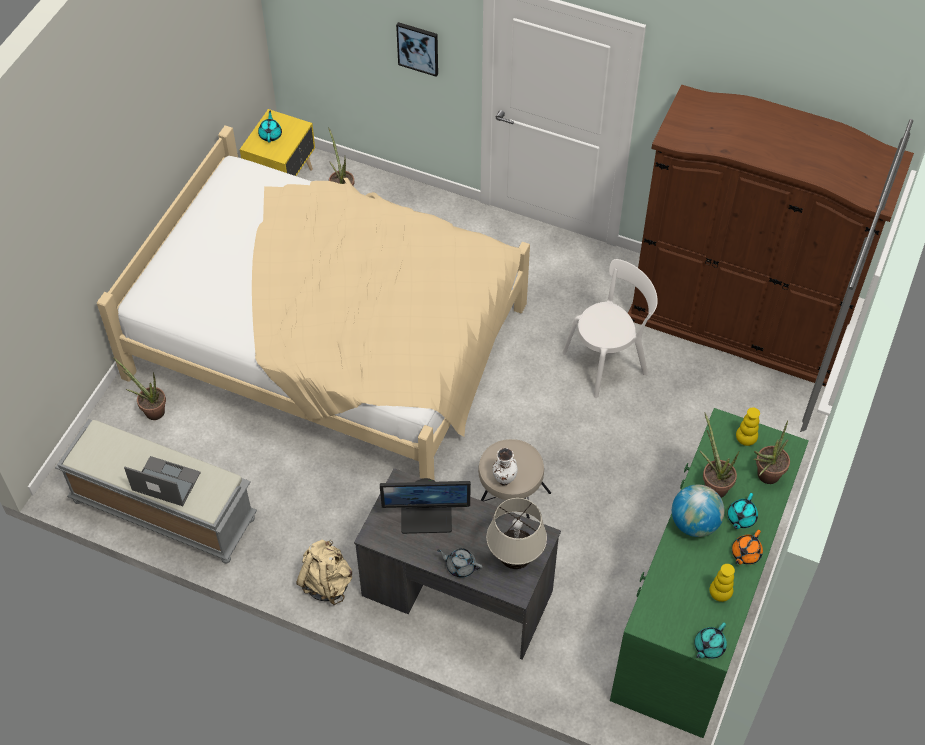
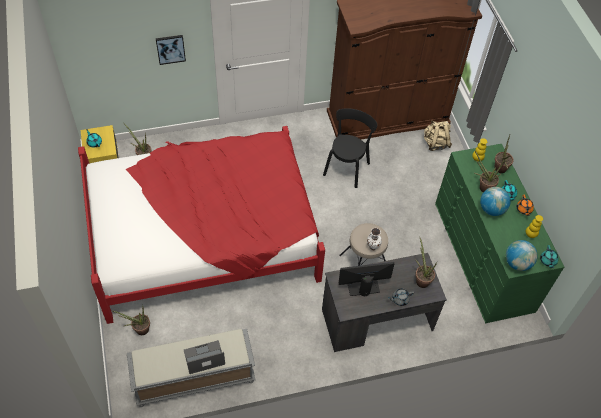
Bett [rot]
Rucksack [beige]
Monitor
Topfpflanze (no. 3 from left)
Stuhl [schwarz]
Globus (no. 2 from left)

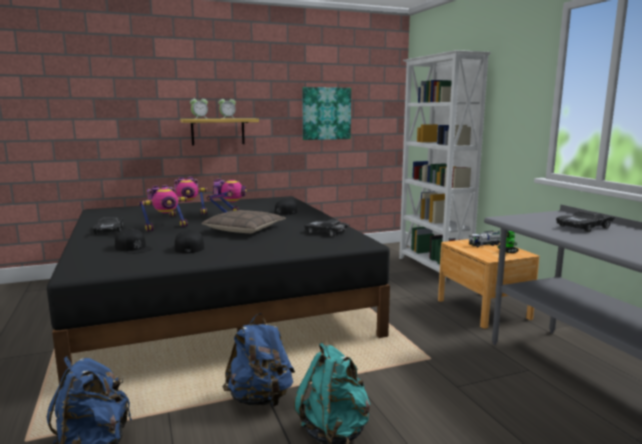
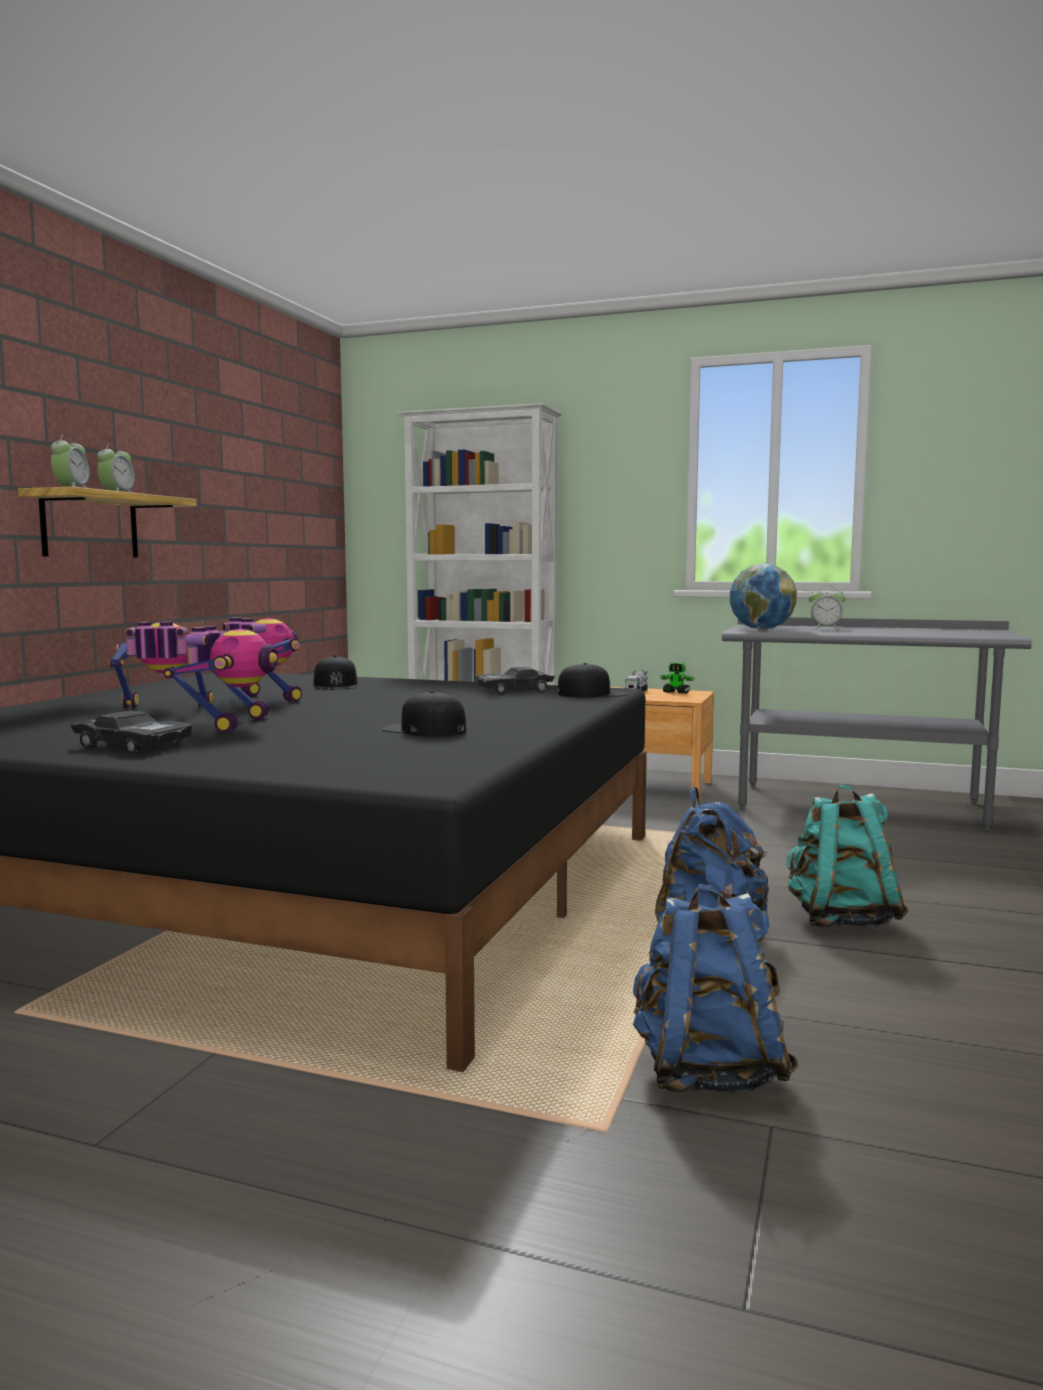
Kappe [schwarz] (no. 3 from left)
Spielzeugroboter (no. 1 from left)
Kissen
Bild
Wecker (no. 3 from left)
Globus

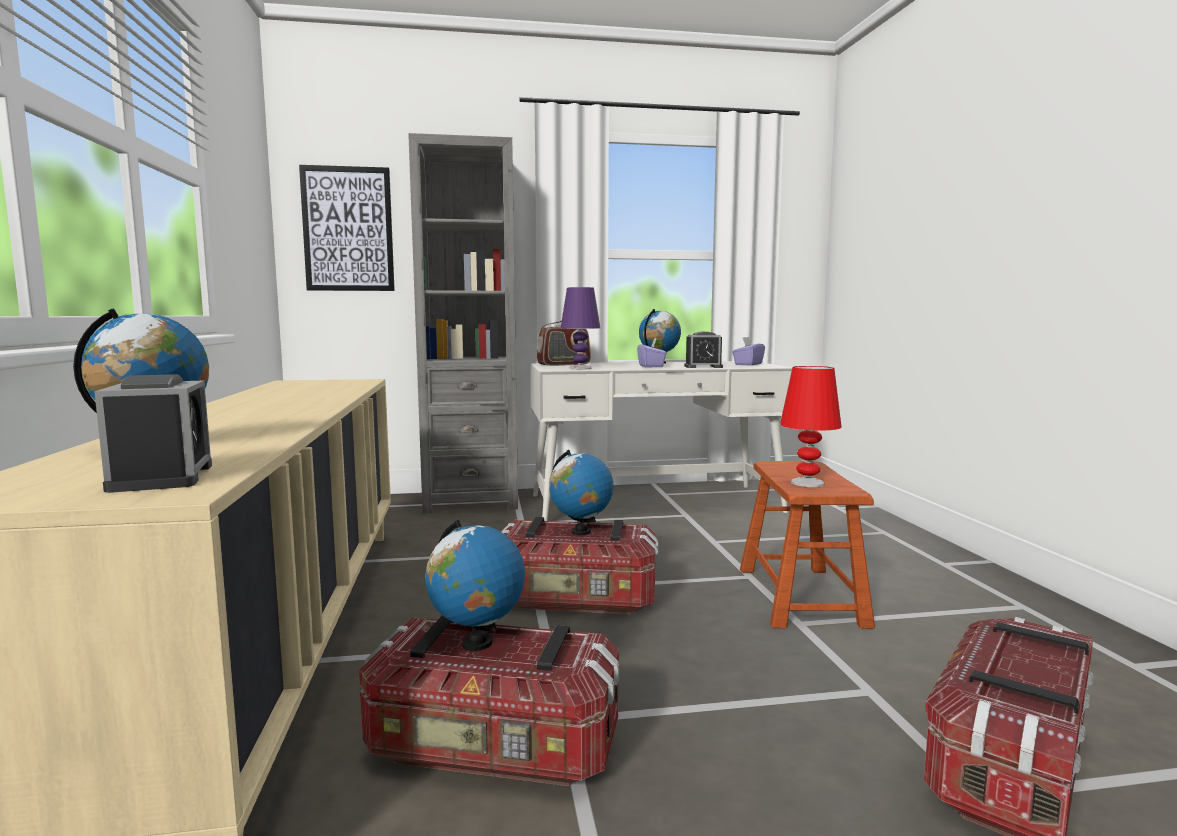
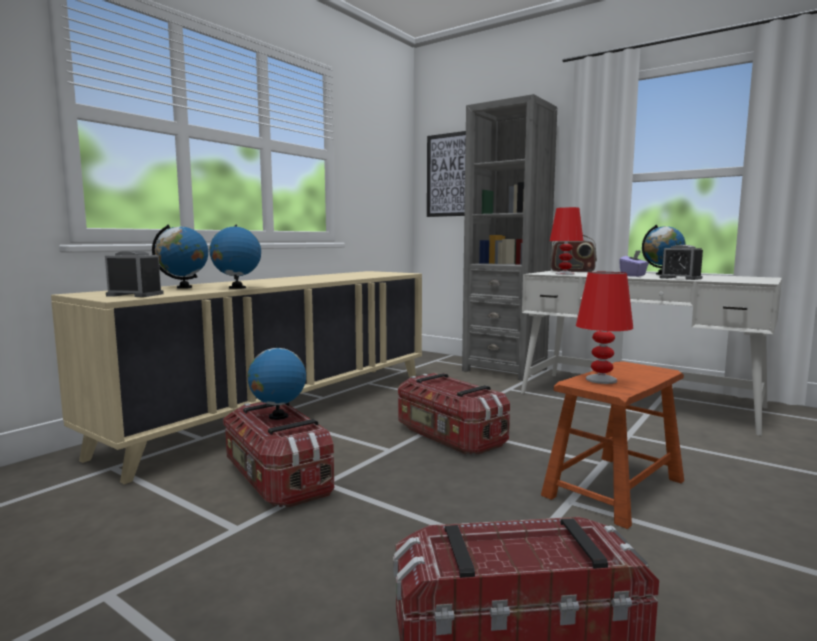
Wecker (no. 1 from left)
Globus (no. 2 from left)
Tischlampe [rot] (no. 1 from left)
Taschentuchbox [lila] (no. 2 from left in the first image)

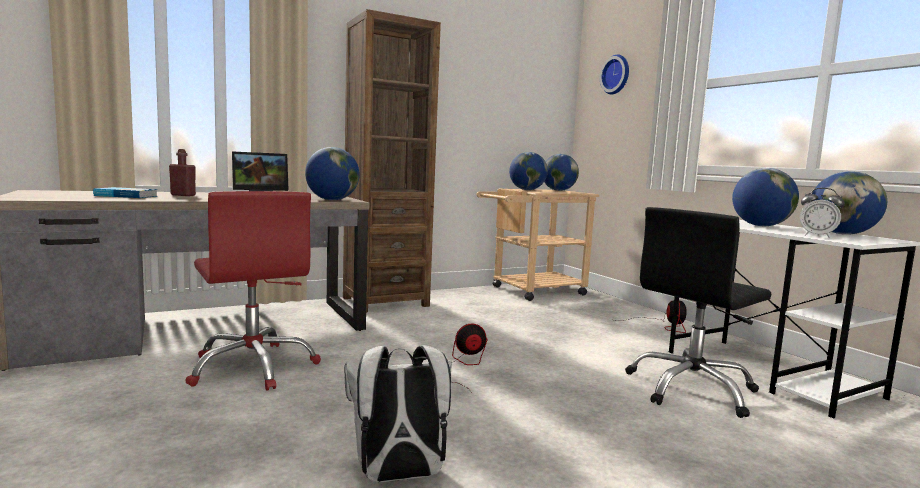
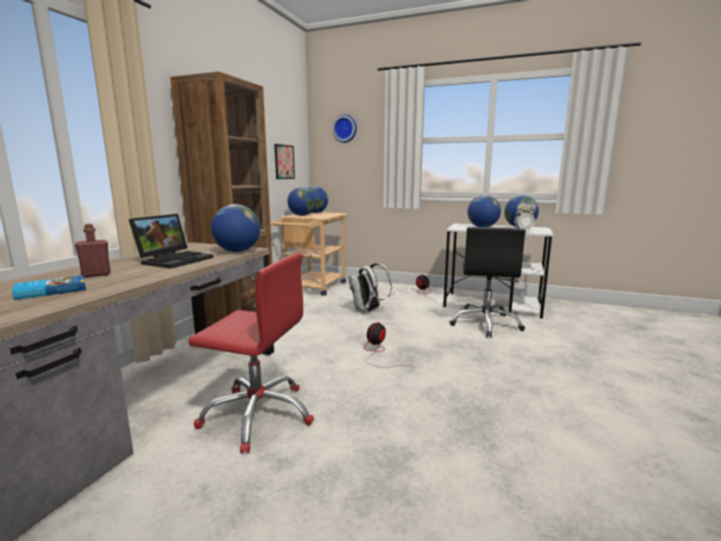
Rucksack [weiß]
Bild

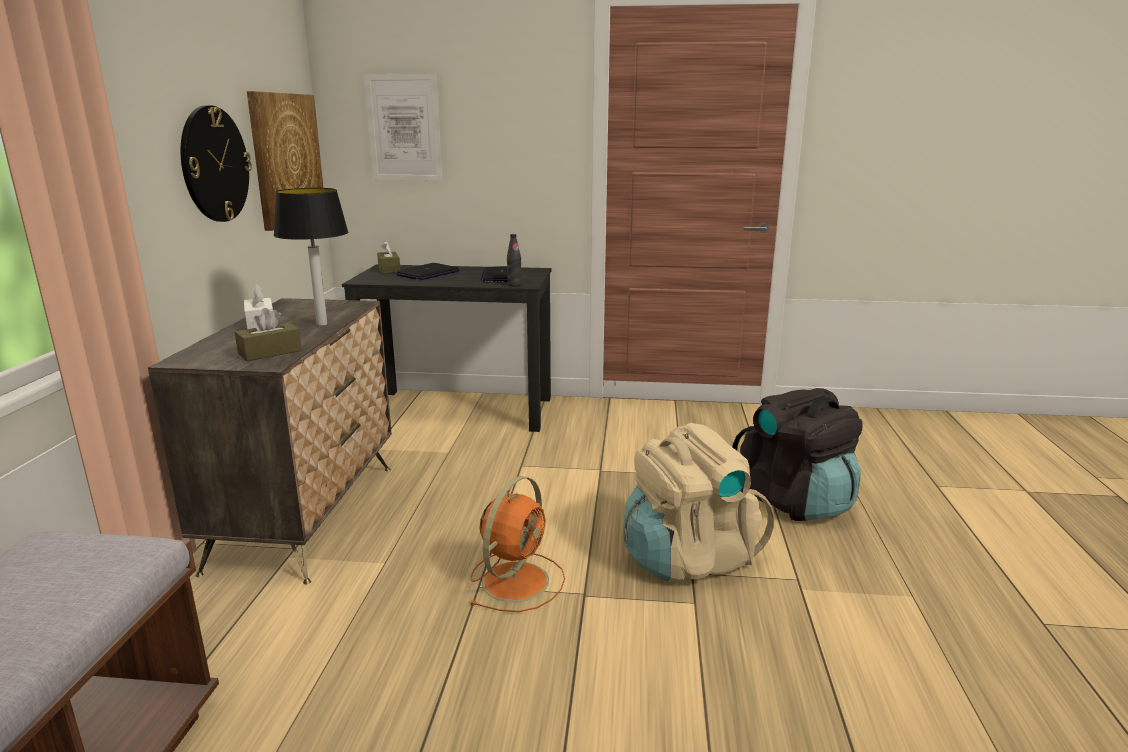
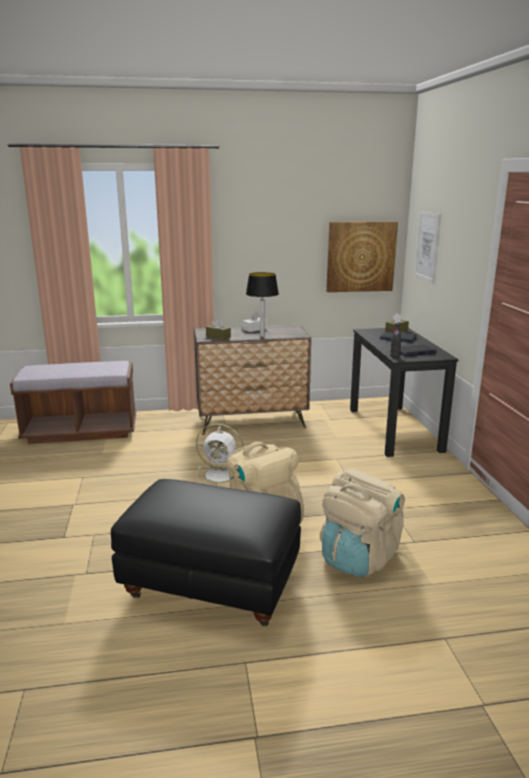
Wanduhr
Ventilator [weiß]
Rucksack [beige] (no. 2 from left)
Polsterhocker [schwarz]

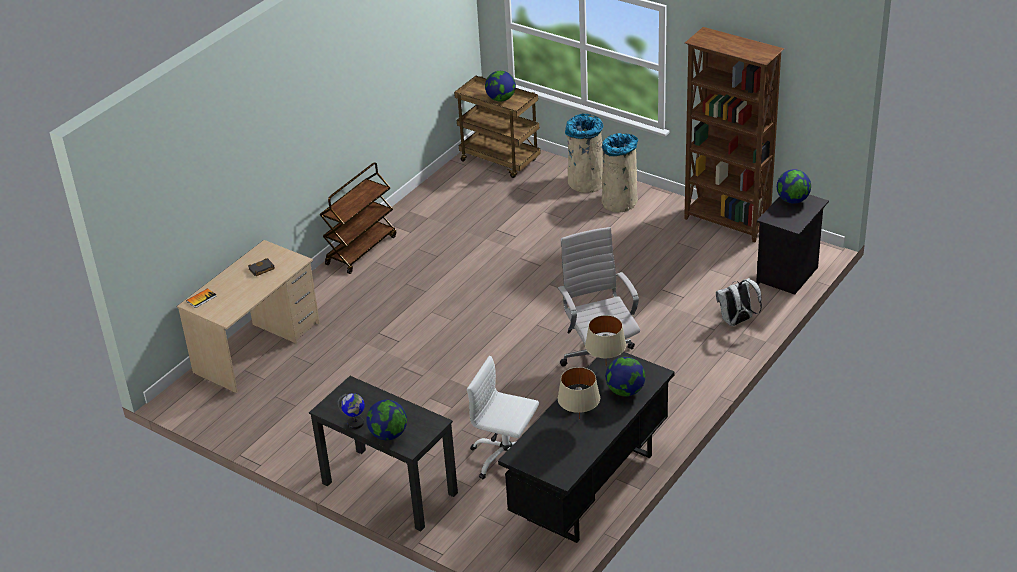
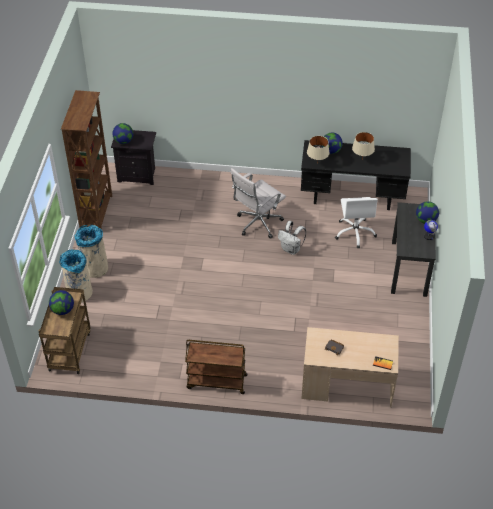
Rucksack [weiß]

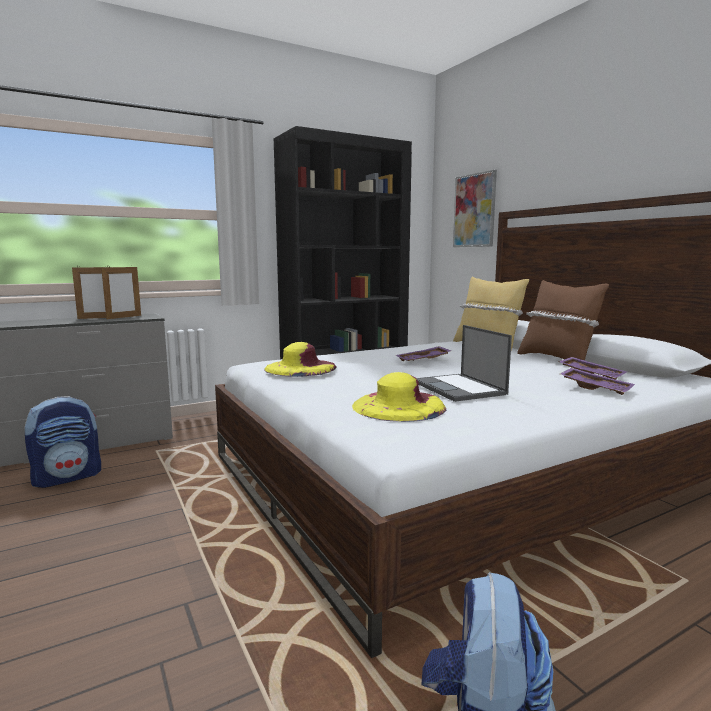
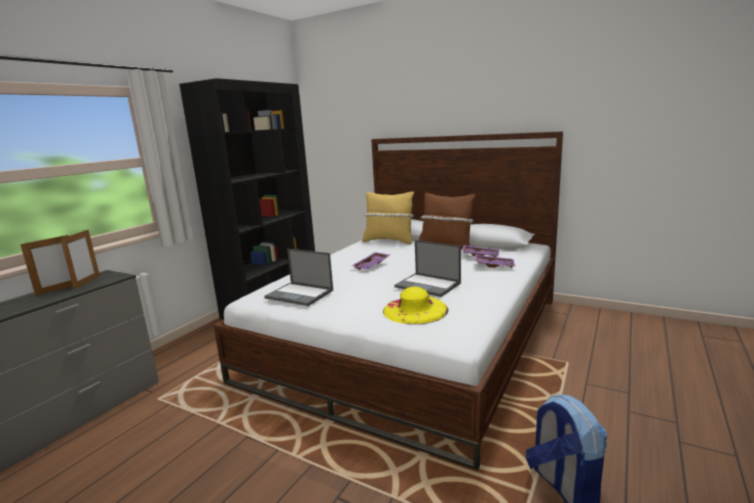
Rucksack (no. 1 from left in the first image)
Laptop (no. 1 from left)
Bild

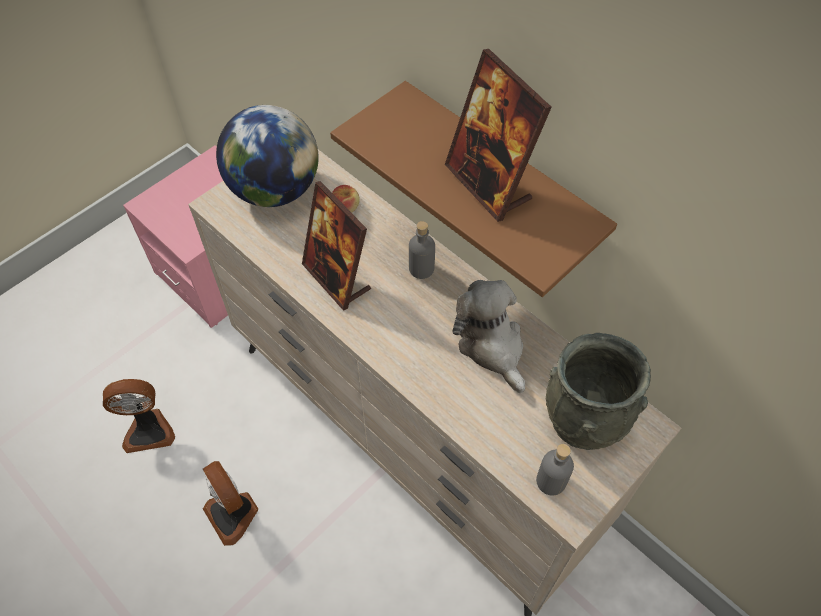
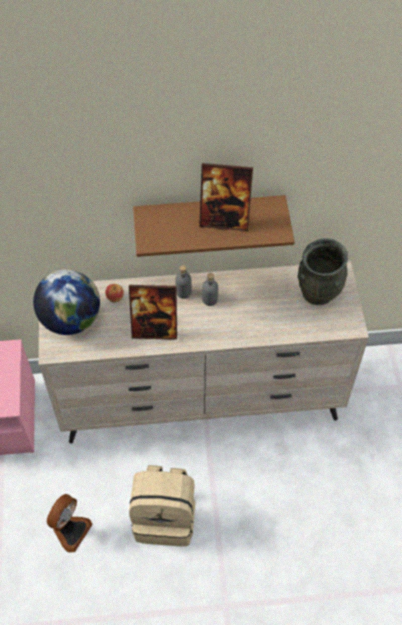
Rucksack [beige]
Plüschtier
Flasche [grau] (no. 2 from left)

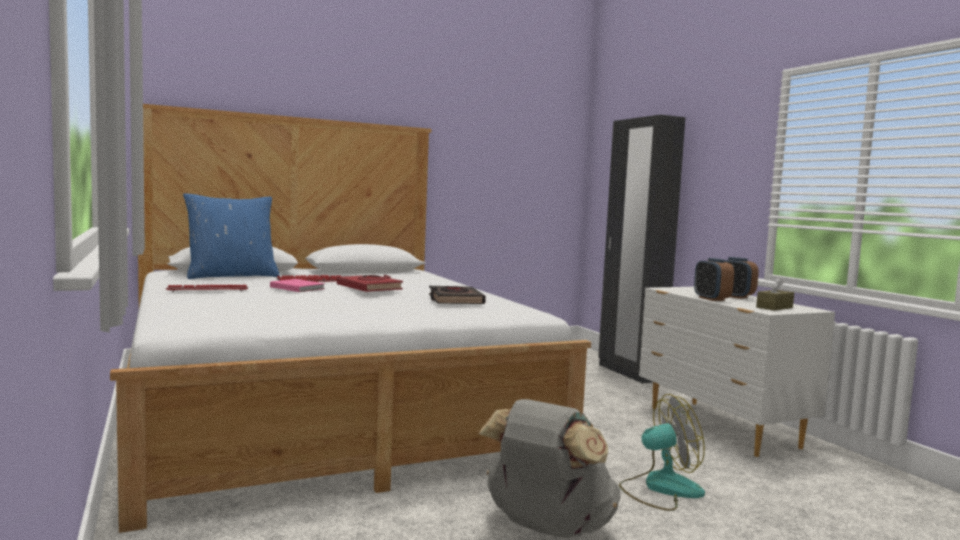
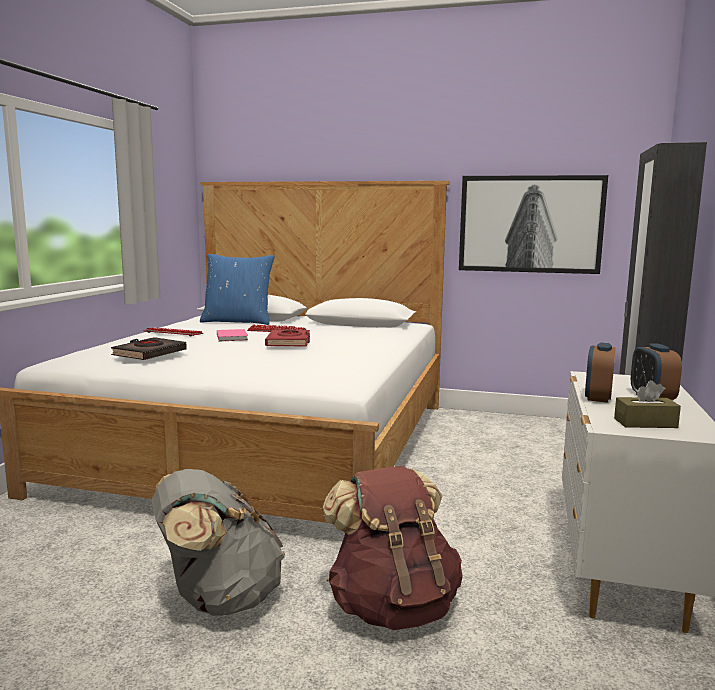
Buch [schwarz]
Rucksack [braun]
Bild

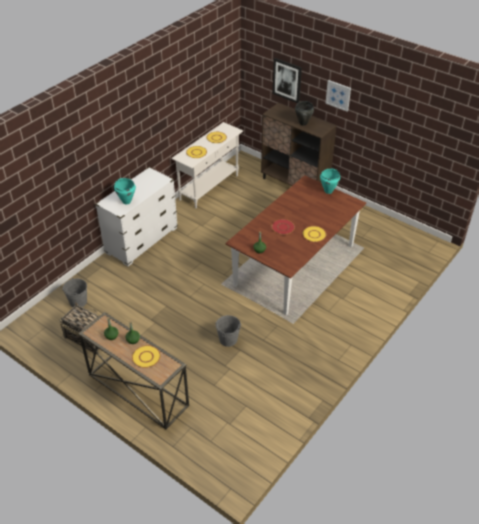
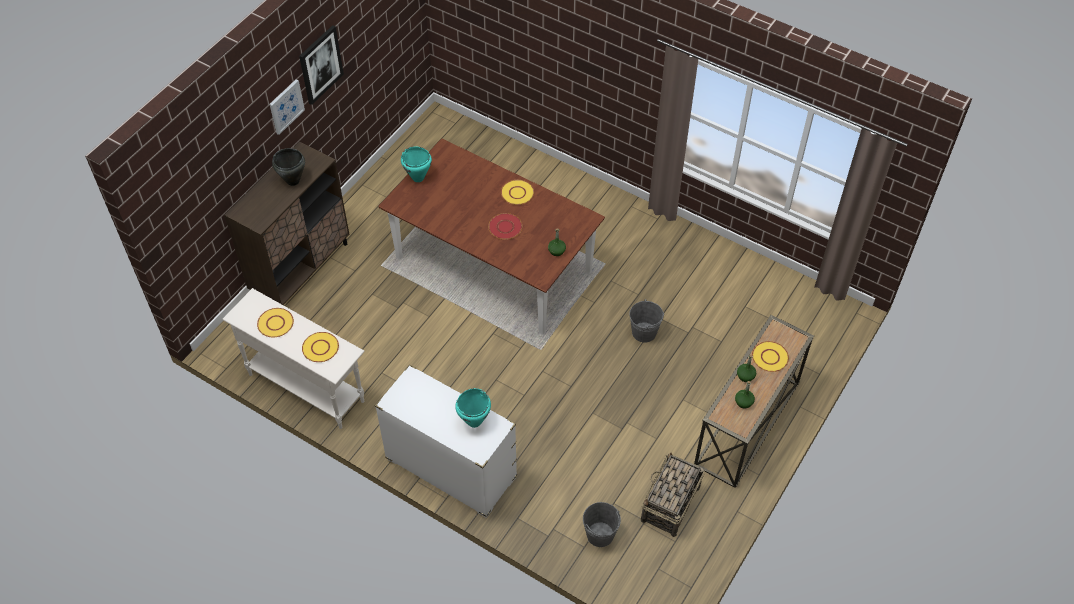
Bild (no. 2 from left)

